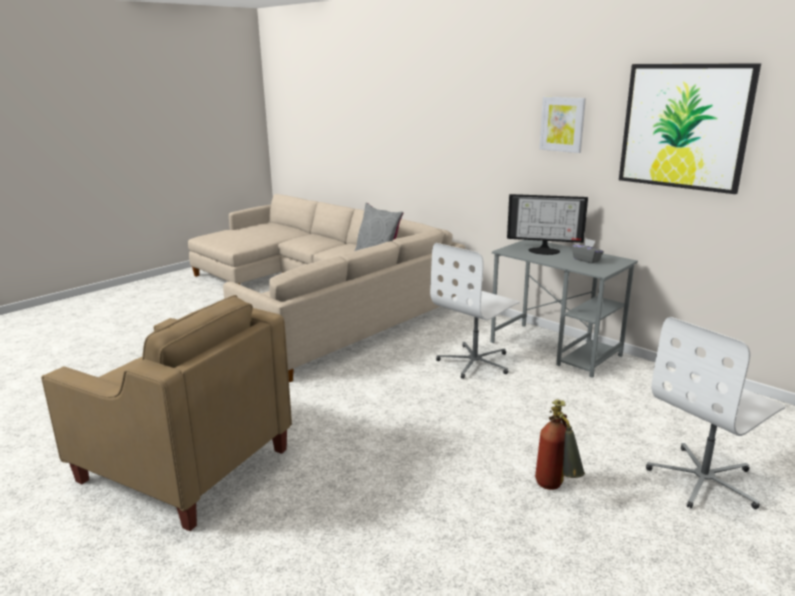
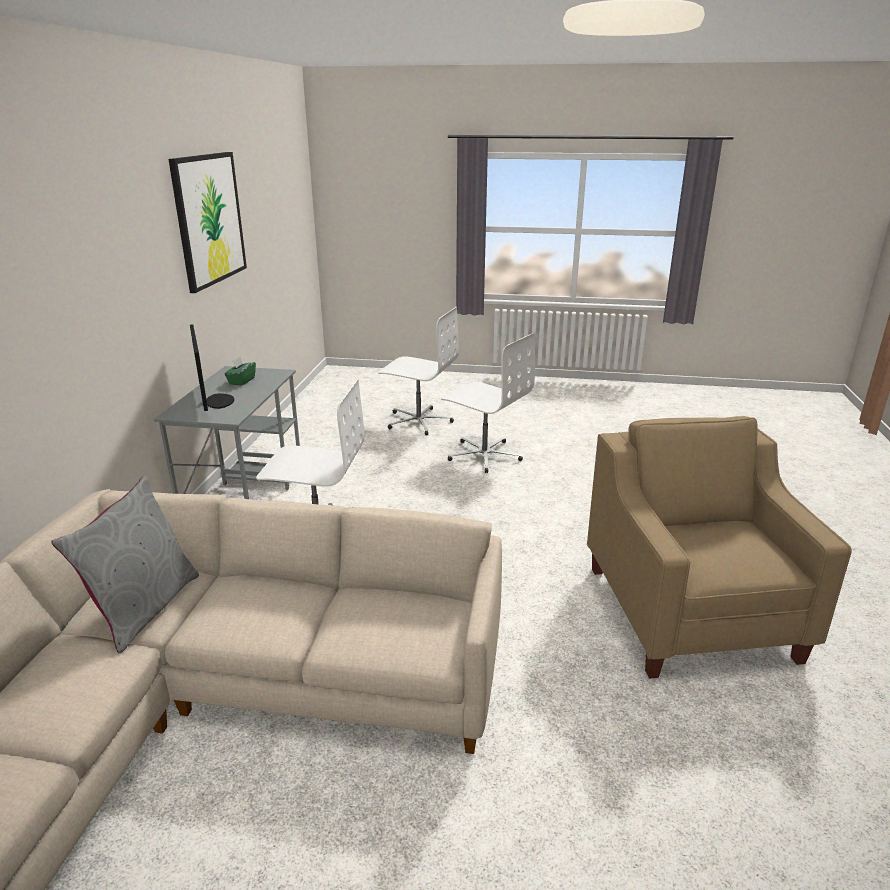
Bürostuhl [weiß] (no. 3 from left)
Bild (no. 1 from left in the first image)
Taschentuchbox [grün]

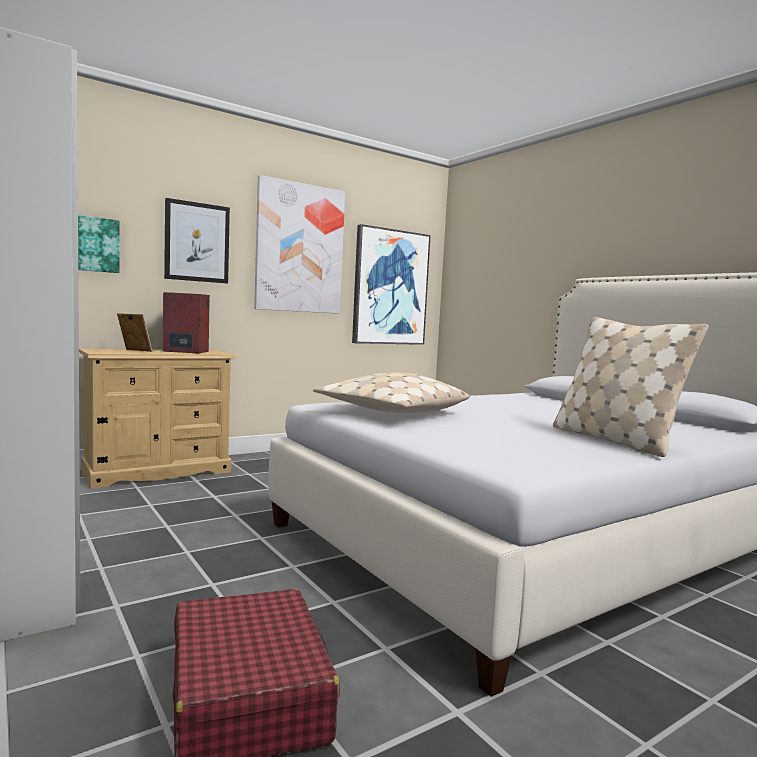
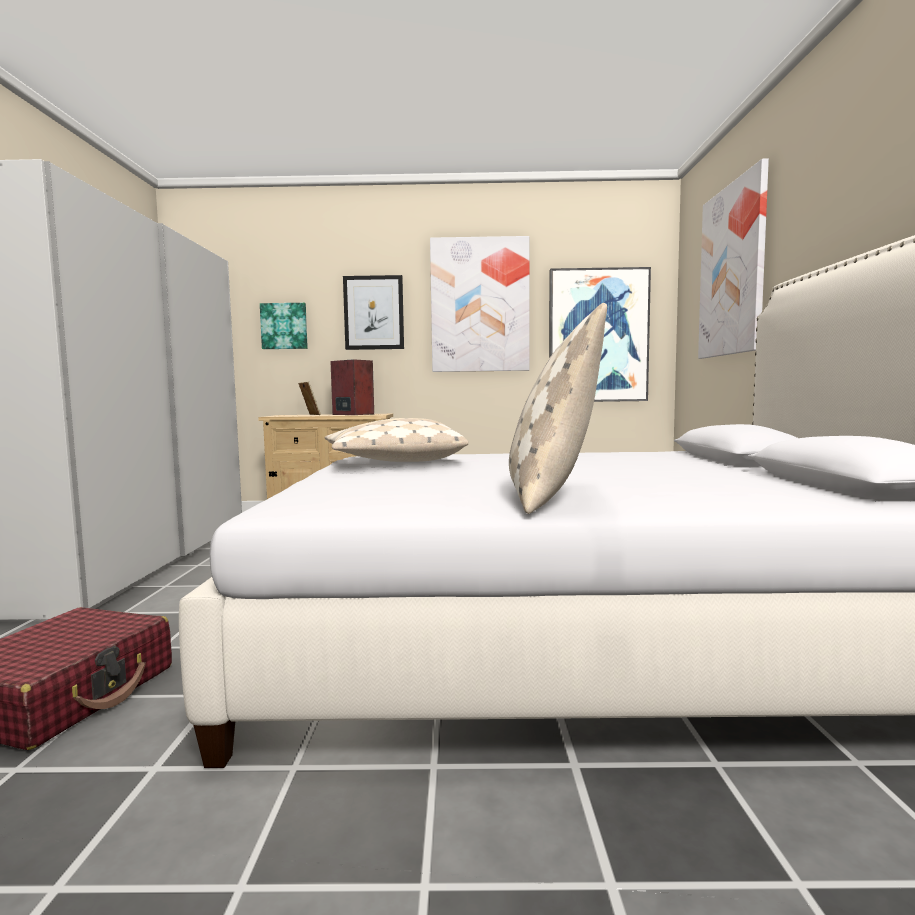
Bild (no. 5 from left)

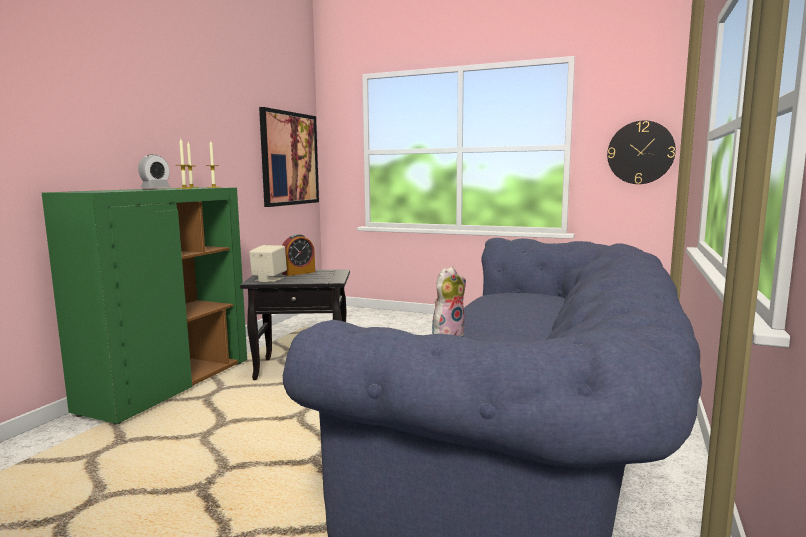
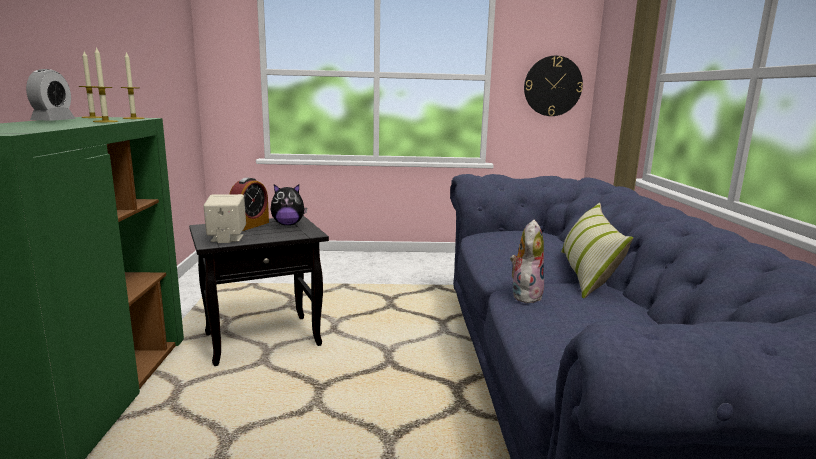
Bild
Plüschtier (no. 1 from left)
Kissen

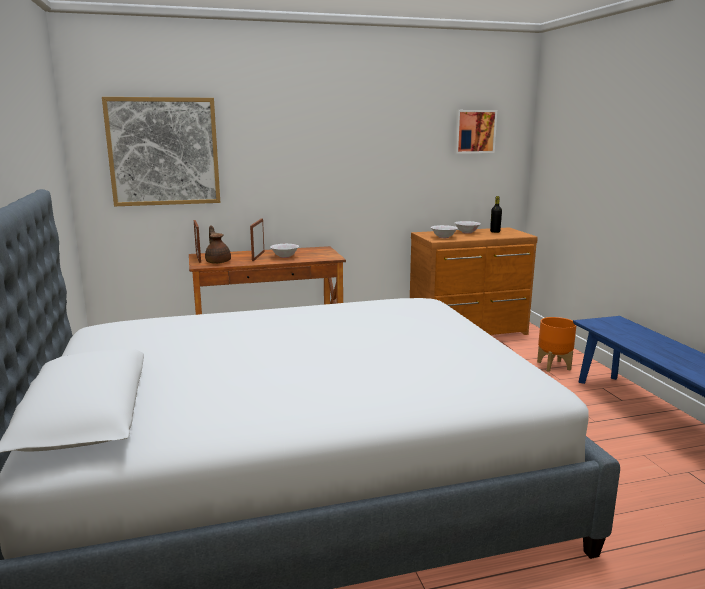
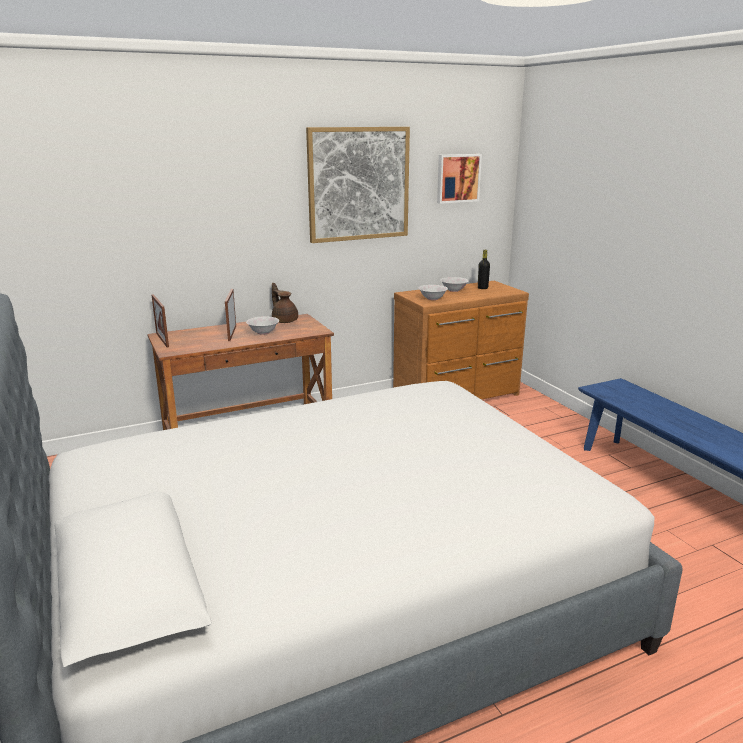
Bild (no. 1 from left)
Teekanne [braun]
Pflanzkübel [orange]

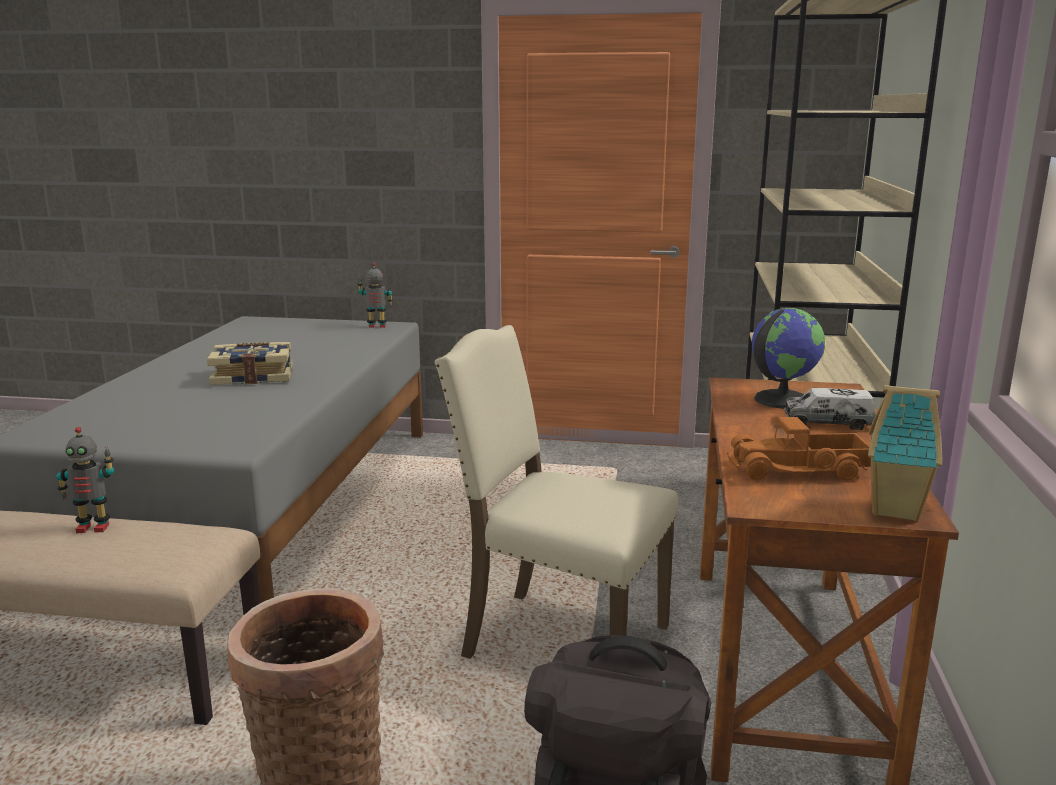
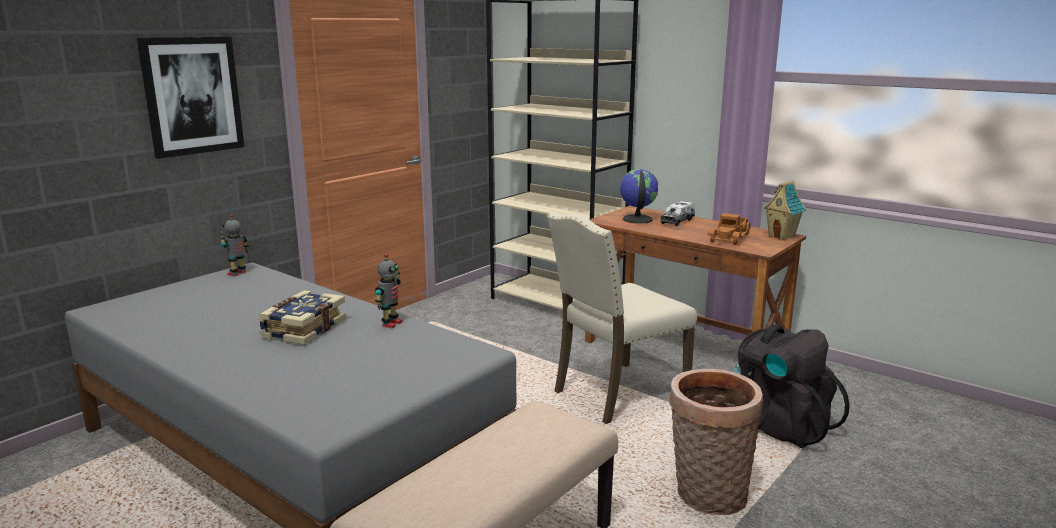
Spielzeugroboter (no. 2 from left)
Bild

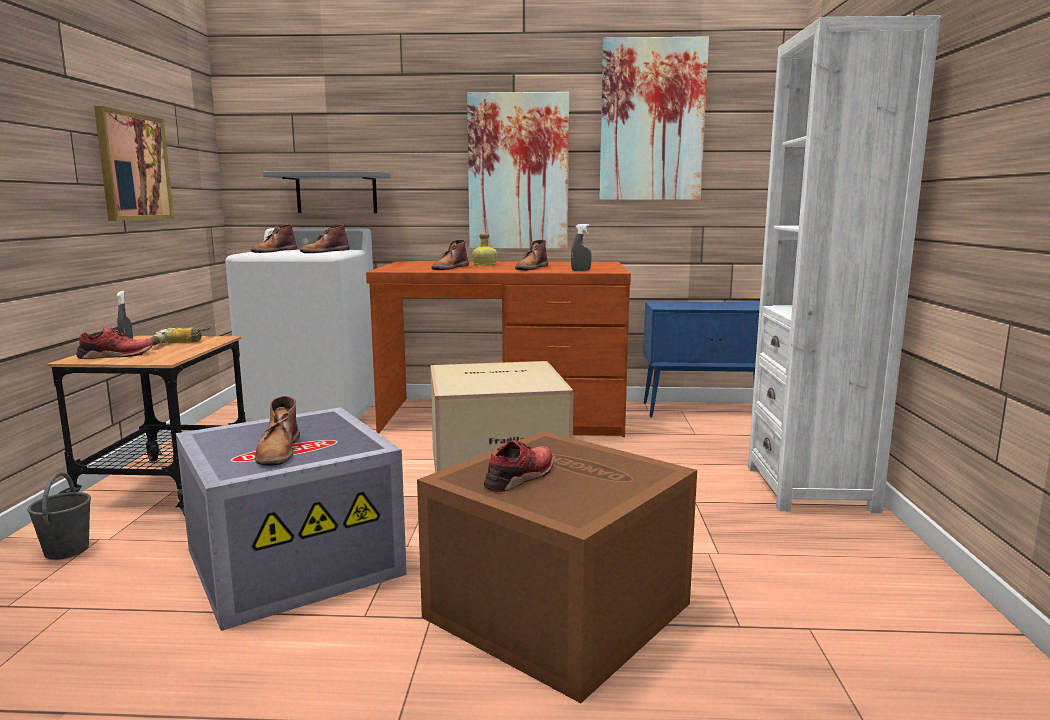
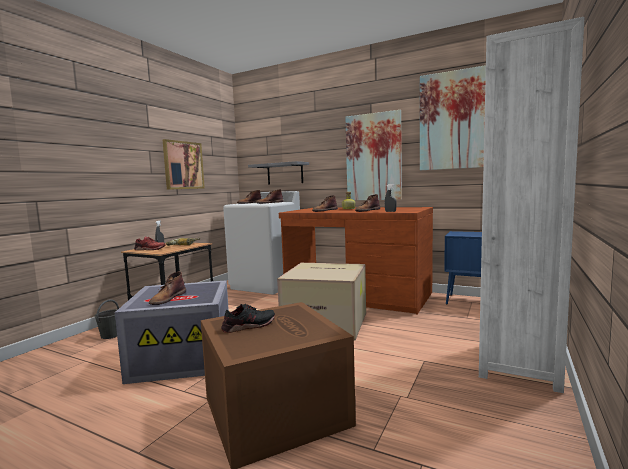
Schuh [schwarz]

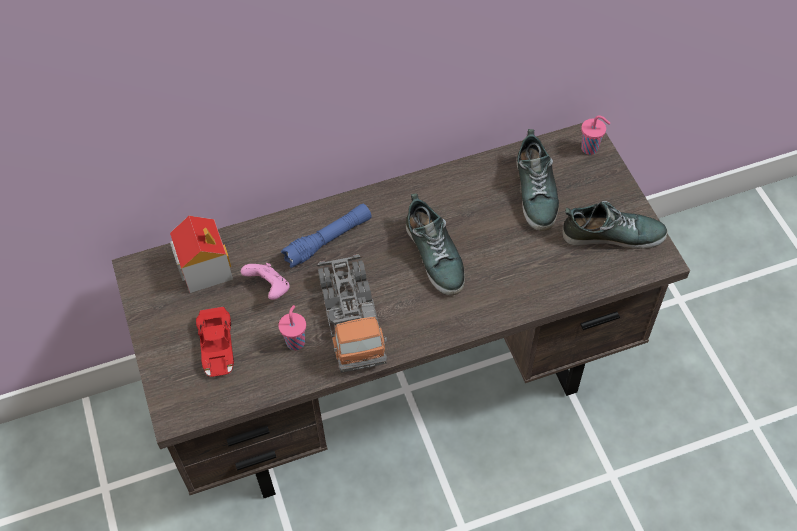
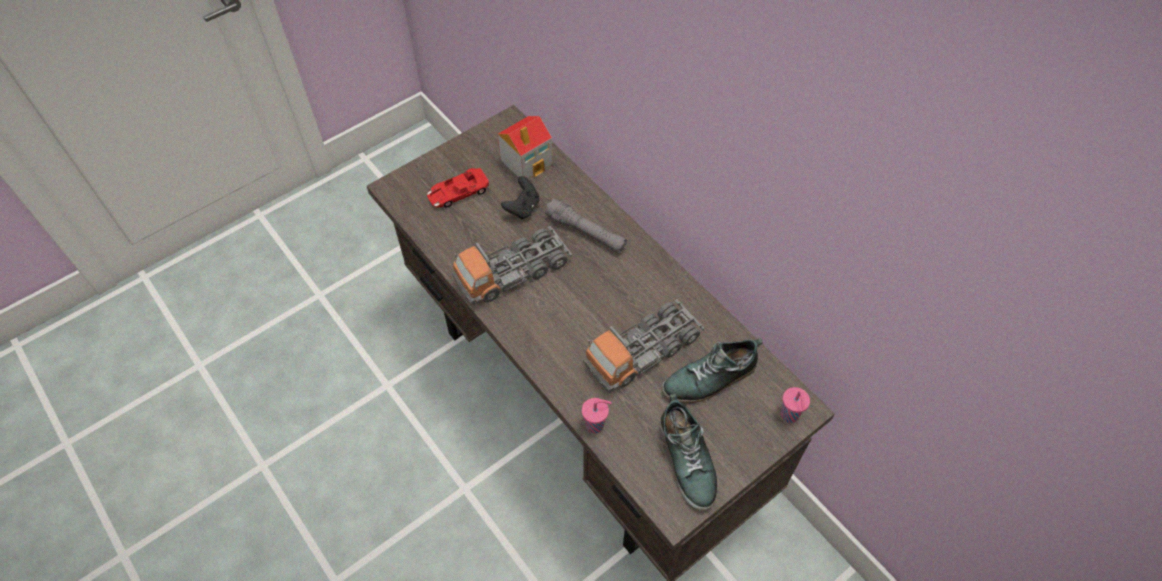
Gamepad [schwarz]
Tasse [rosa] (no. 1 from left)
Taschenlampe [grau]
Schuh (no. 1 from left in the first image)
Spielzeuglaster (no. 2 from left)

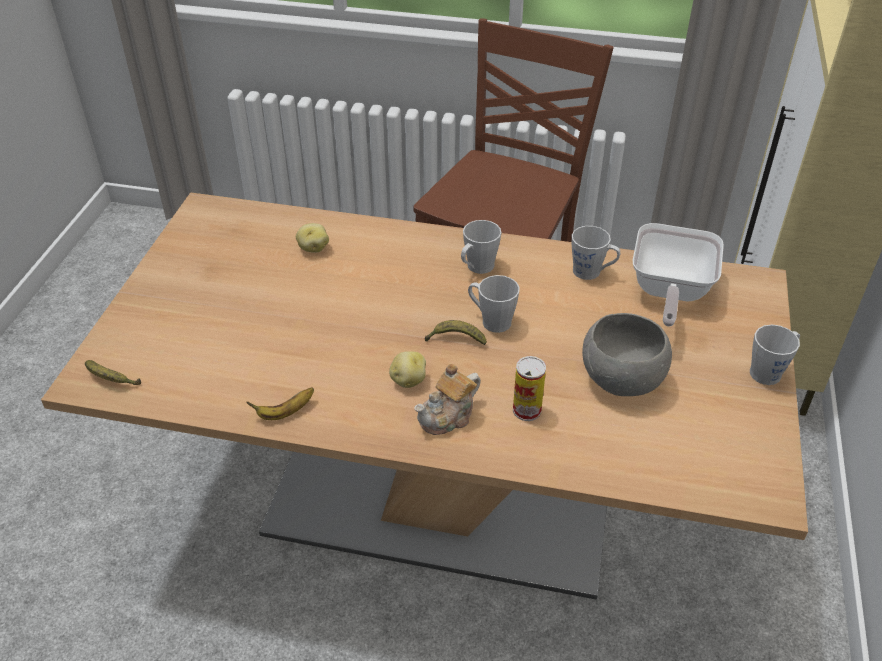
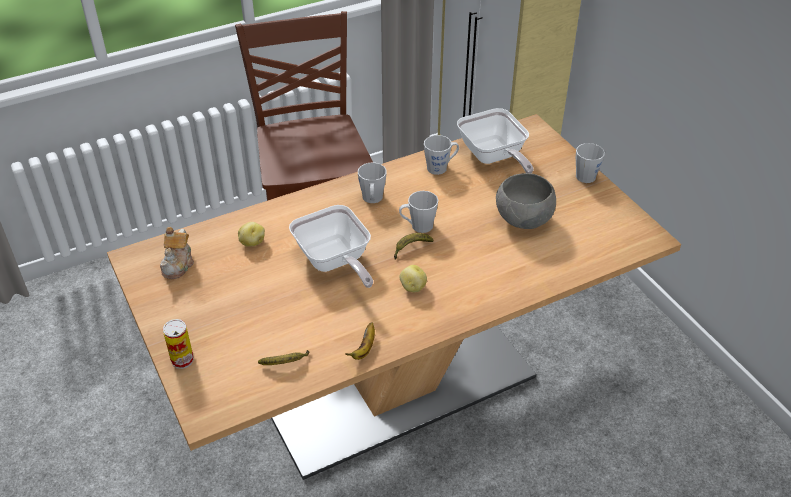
Banane (no. 1 from left)
Teekanne
Dose
Pfanne (no. 1 from left)

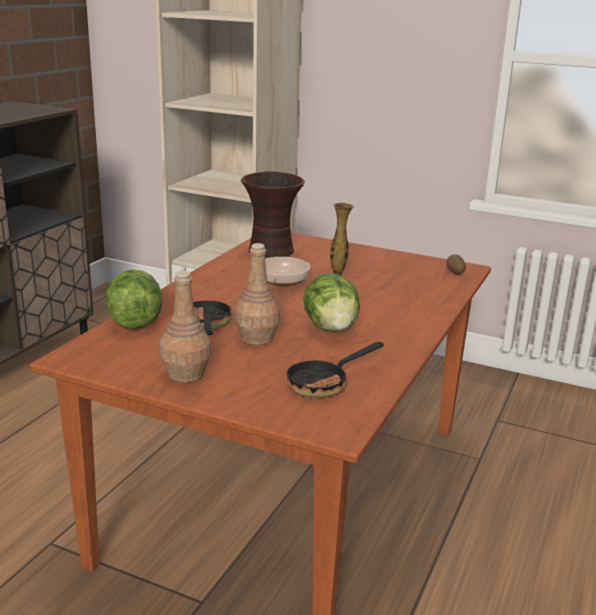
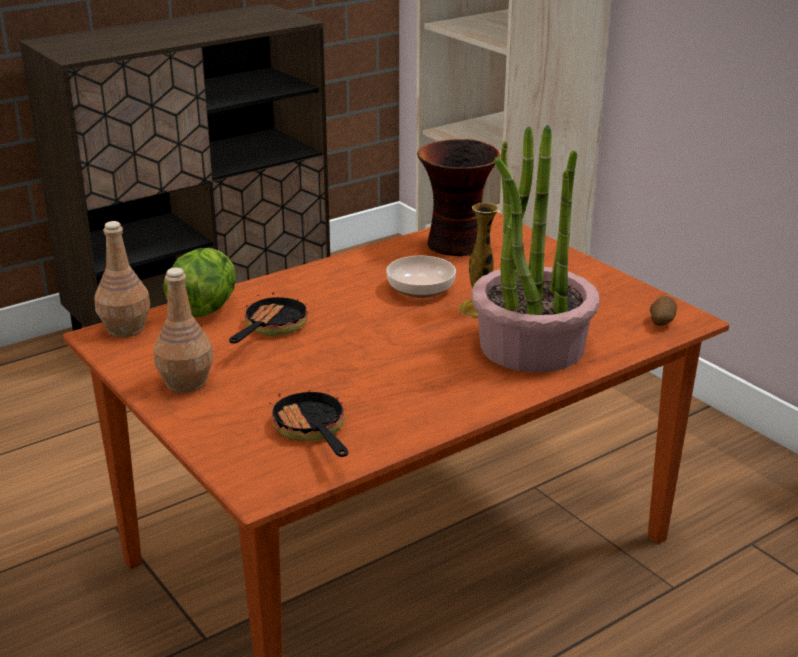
Flasche [braun] (no. 1 from left)
Pfanne (no. 2 from left)
Salatkopf (no. 2 from left in the first image)
Topfpflanze

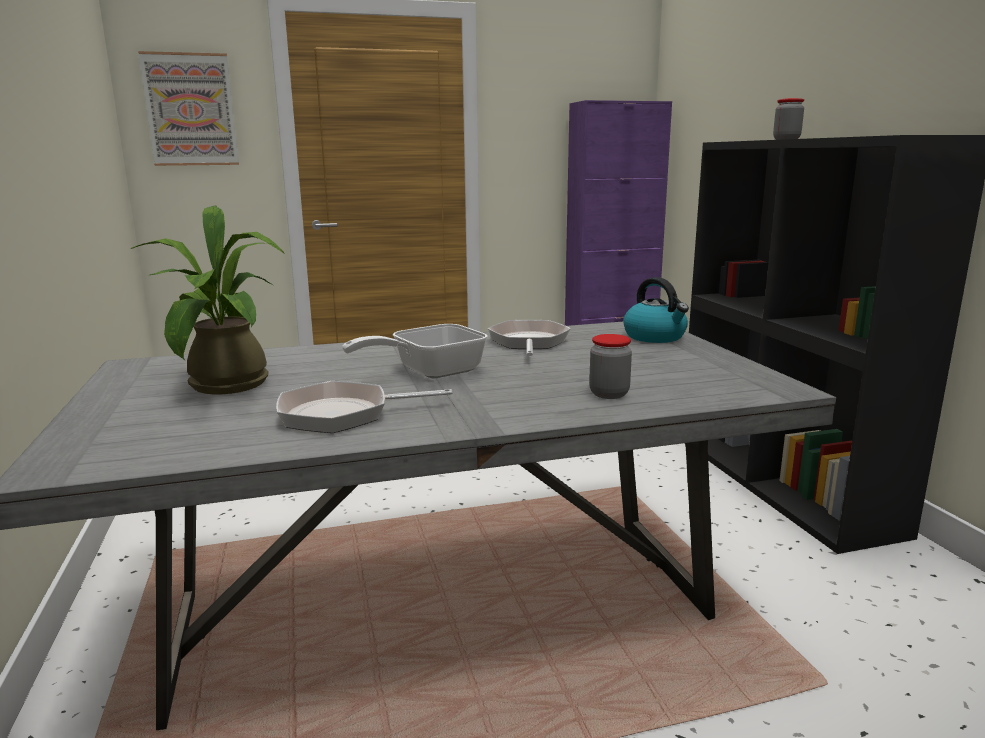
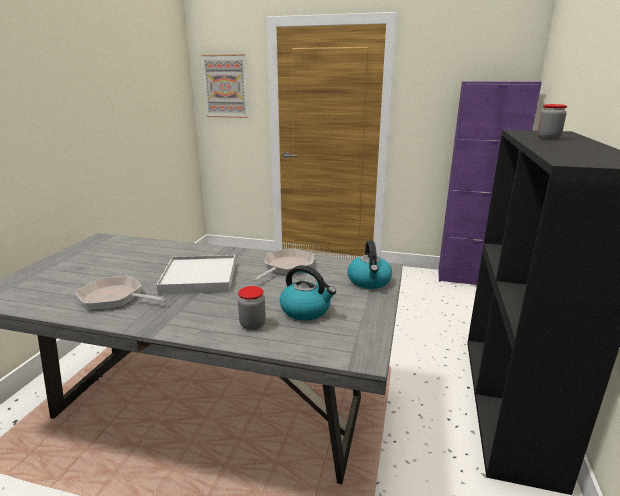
Topfpflanze
Tablett [weiß]
Wasserkessel (no. 1 from left)

